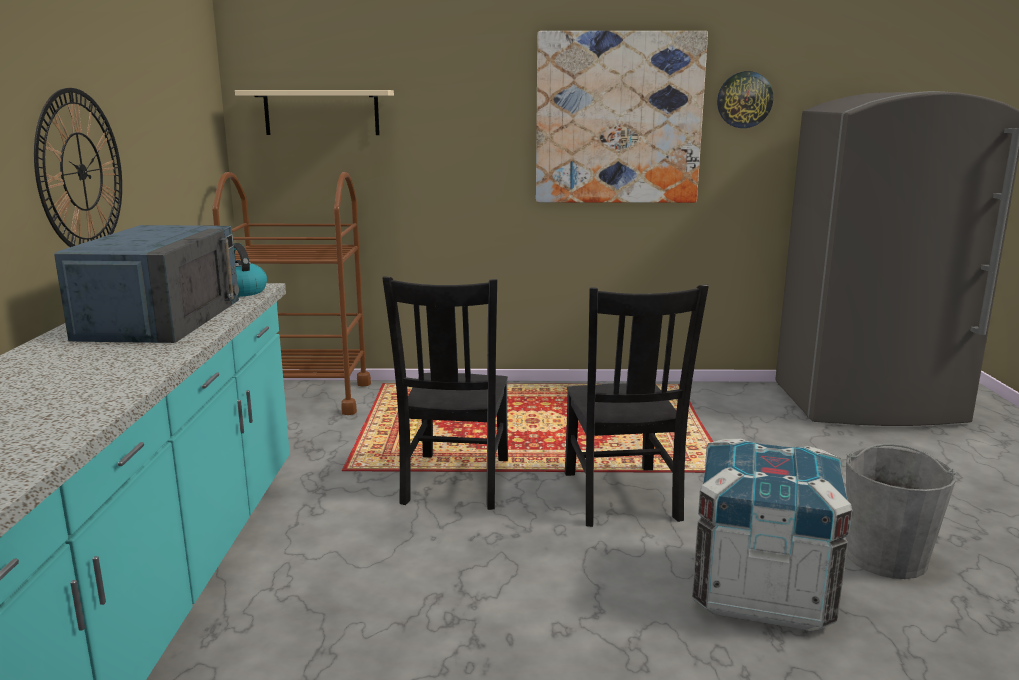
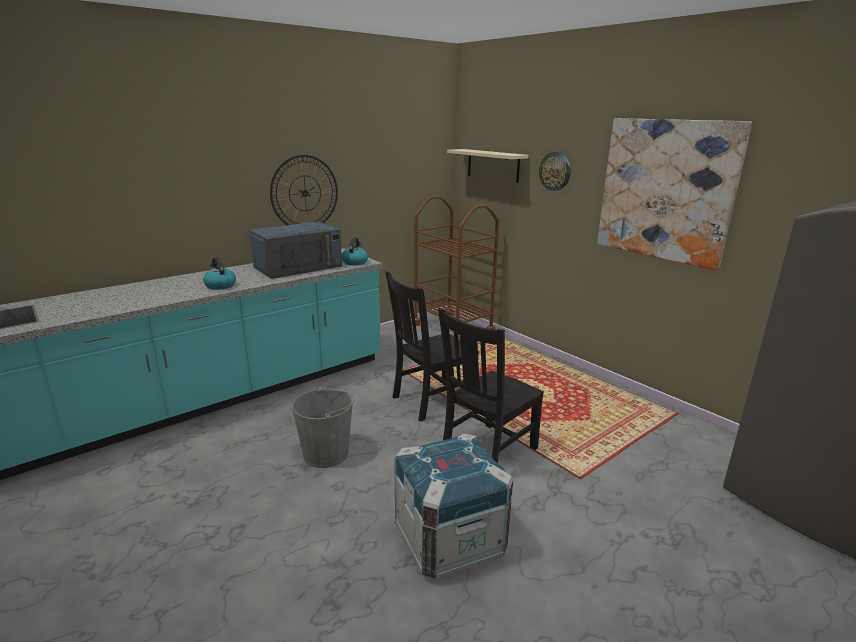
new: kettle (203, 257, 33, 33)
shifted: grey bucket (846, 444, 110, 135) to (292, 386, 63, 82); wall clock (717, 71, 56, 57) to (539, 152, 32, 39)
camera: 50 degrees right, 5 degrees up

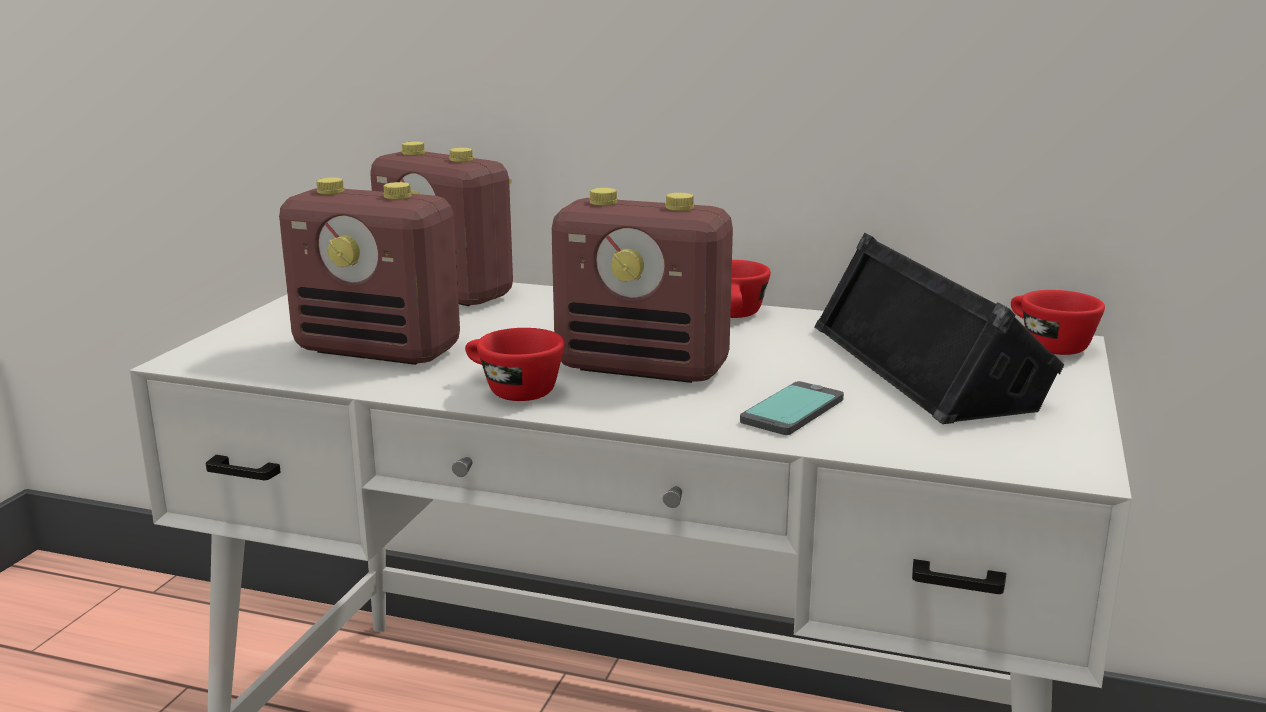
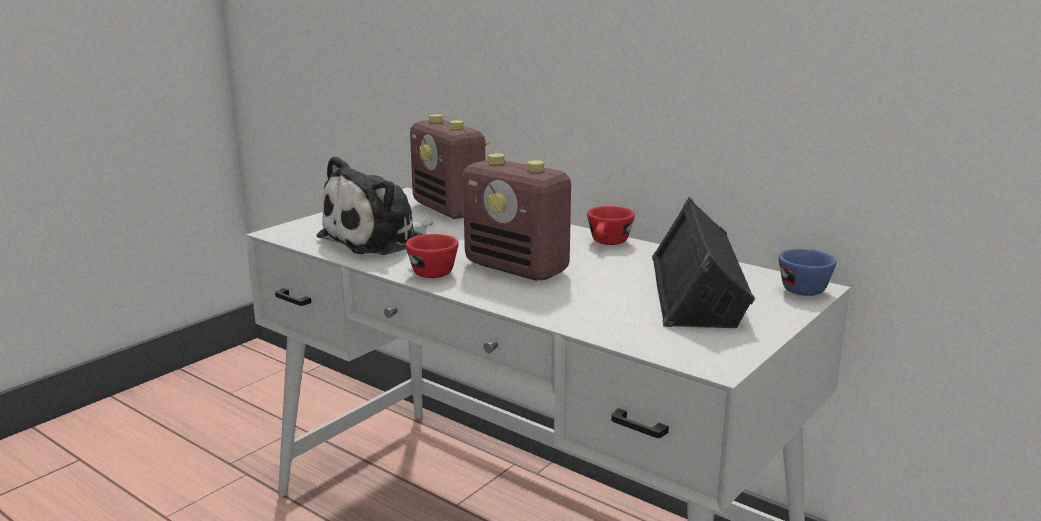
gone: phone (740, 381, 104, 54)
swapped: radio (279, 178, 181, 187) to plush toy (316, 156, 117, 99)
repainted: red cup (1011, 290, 94, 65) to blue cup (778, 249, 59, 47)
camera: 20 degrees right, 0 degrees up

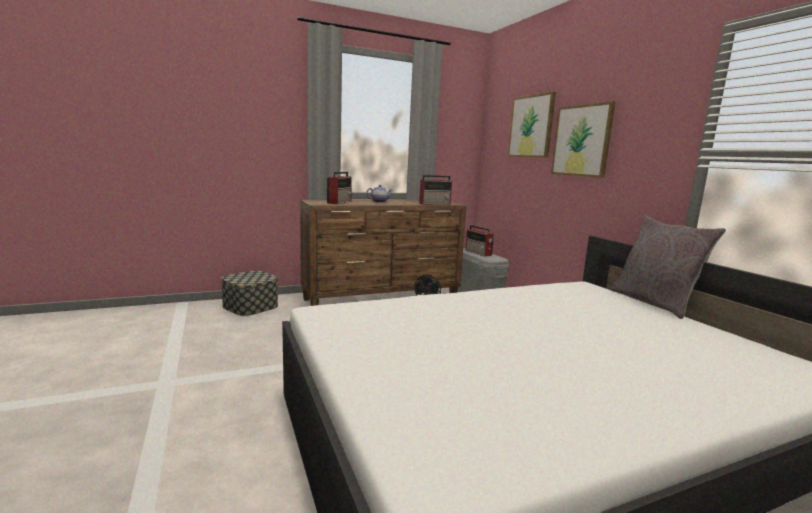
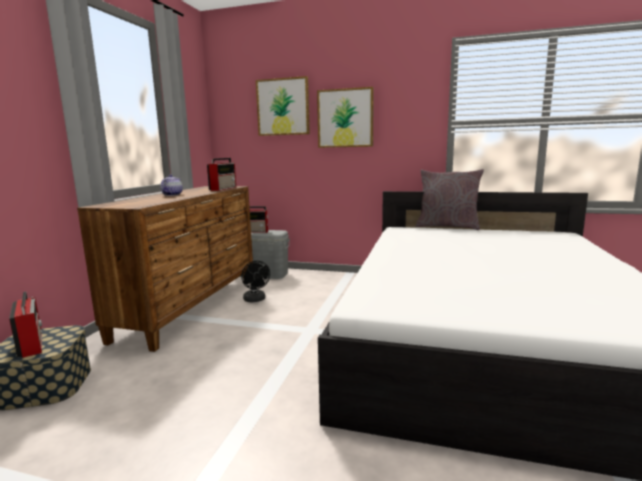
shifted: radio (327, 172, 25, 32) to (9, 292, 33, 66)
camera: 50 degrees left, 0 degrees up

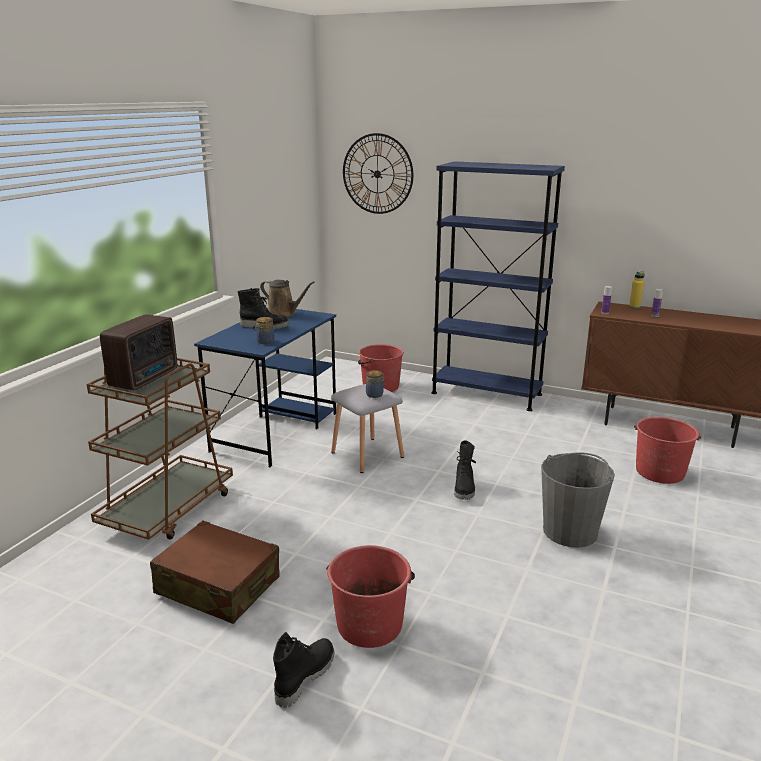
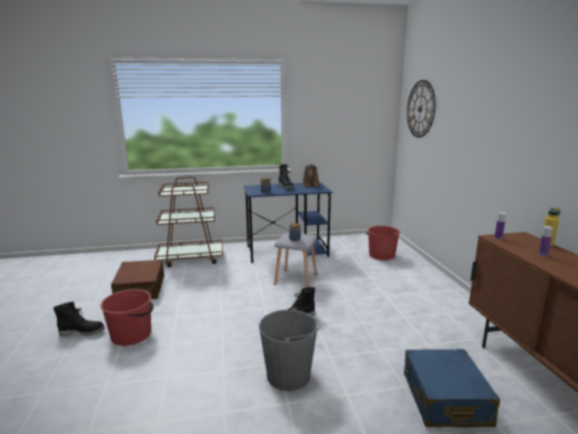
gone: radio (100, 314, 77, 76); blue bookcase (431, 161, 134, 250)
swapped: red bucket (634, 417, 67, 67) to blue suitcase (404, 349, 96, 78)
camera: 55 degrees right, 5 degrees down

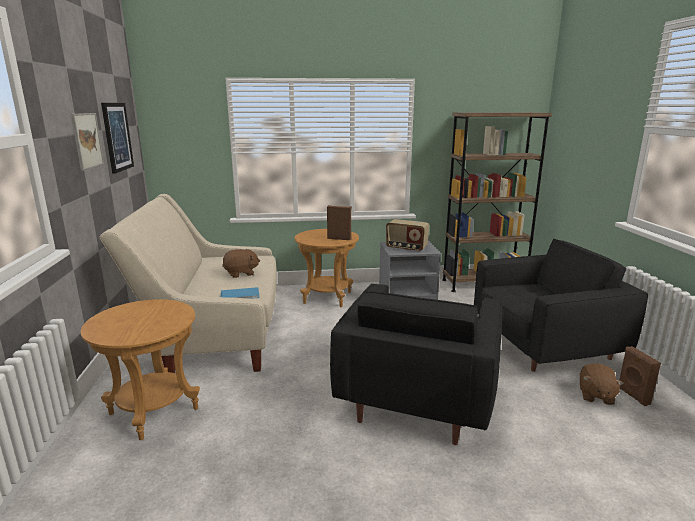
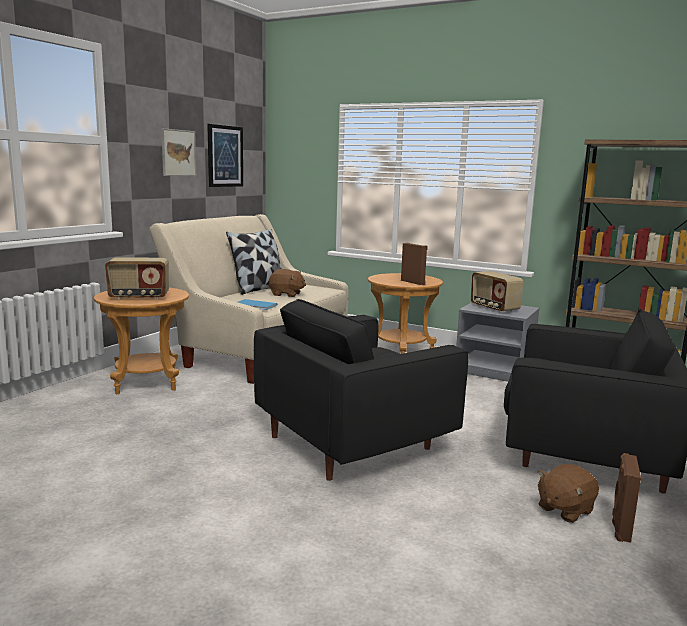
new: radio (105, 257, 64, 43); pillow (226, 229, 56, 66)
camera: 35 degrees right, 5 degrees down

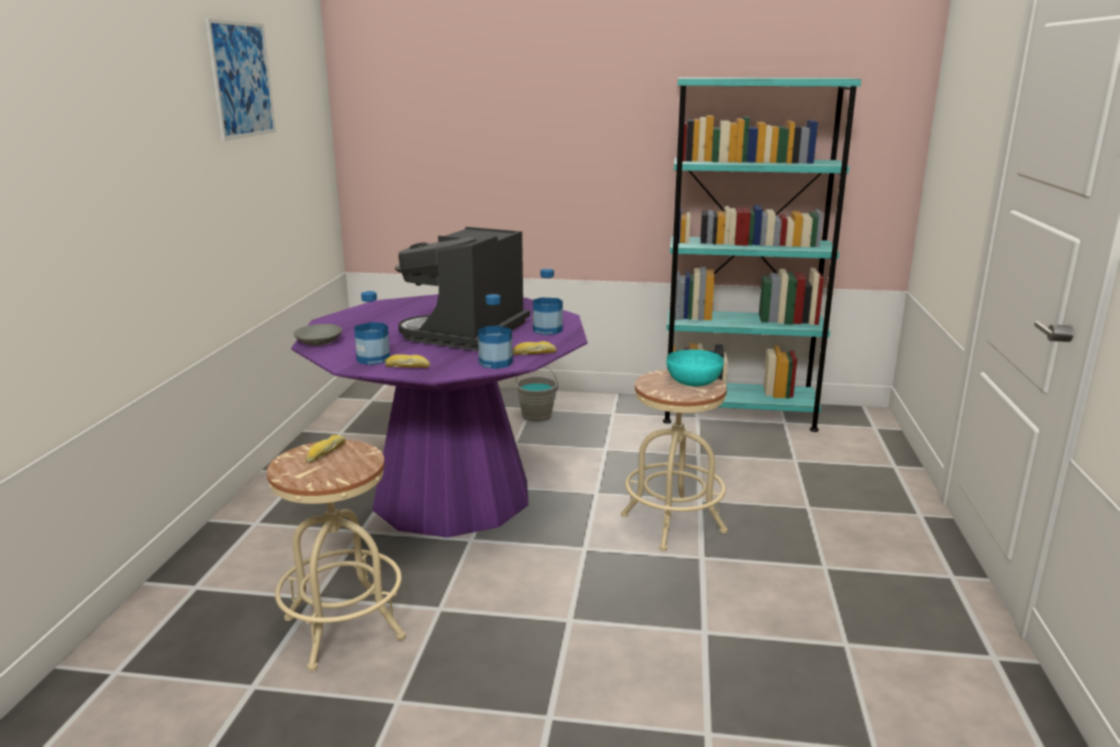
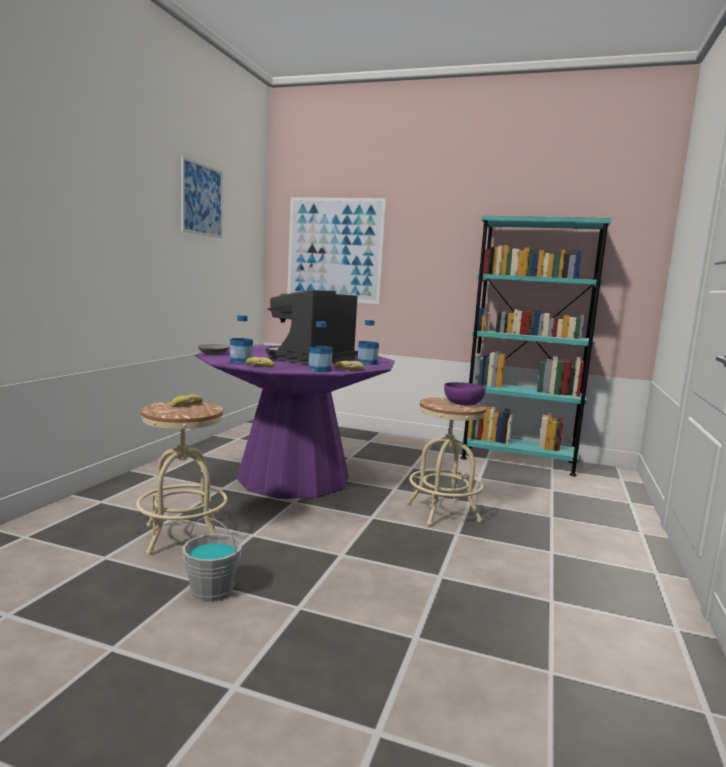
new: picture (287, 197, 99, 107)
shifted: grey bucket (516, 366, 42, 56) to (182, 517, 60, 85)
repainted: turquoise bowl (666, 350, 58, 36) to purple bowl (444, 382, 42, 23)
camera: 10 degrees right, 10 degrees down

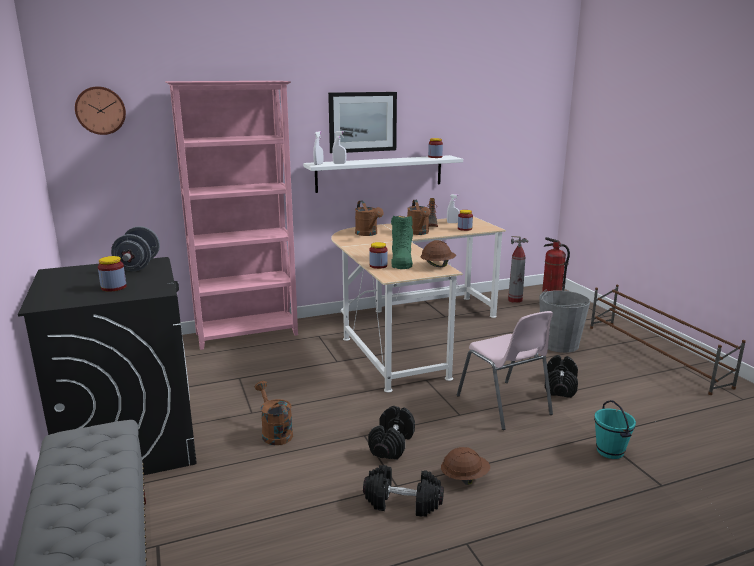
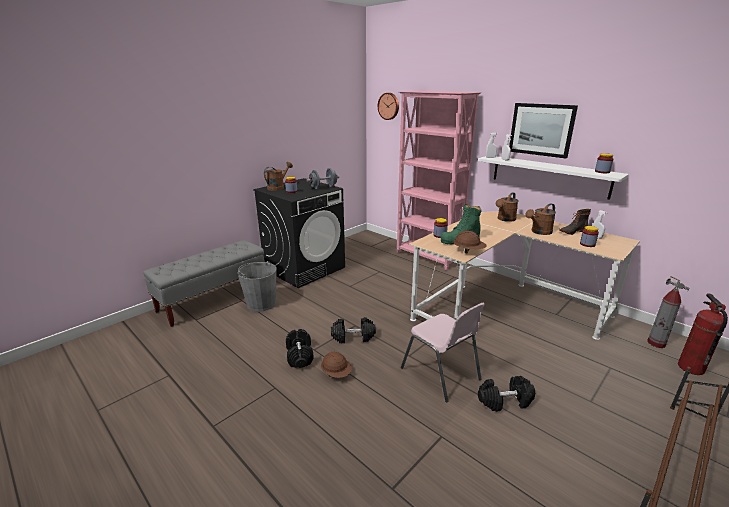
gone: turquoise bucket (594, 400, 42, 59)
shifted: grey bucket (539, 290, 51, 63) to (237, 261, 40, 51); brown watering can (255, 381, 38, 64) to (264, 162, 29, 29)
rotated: pink chair (457, 311, 96, 119) = (401, 303, 84, 99) 75 degrees counterclockwise
camera: 65 degrees right, 5 degrees up

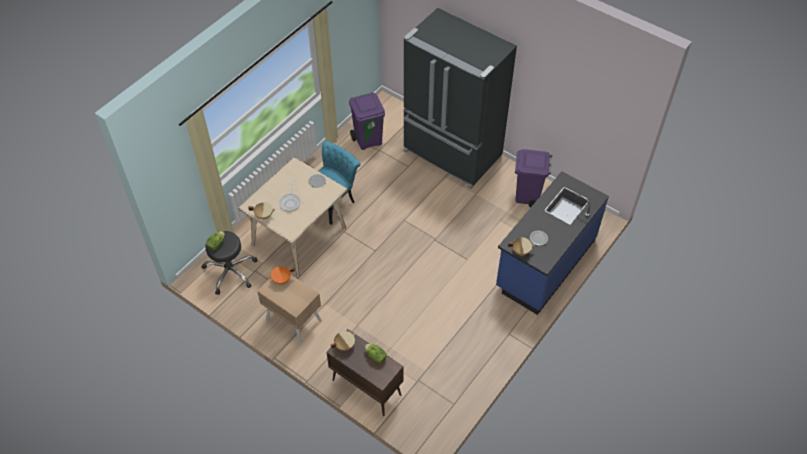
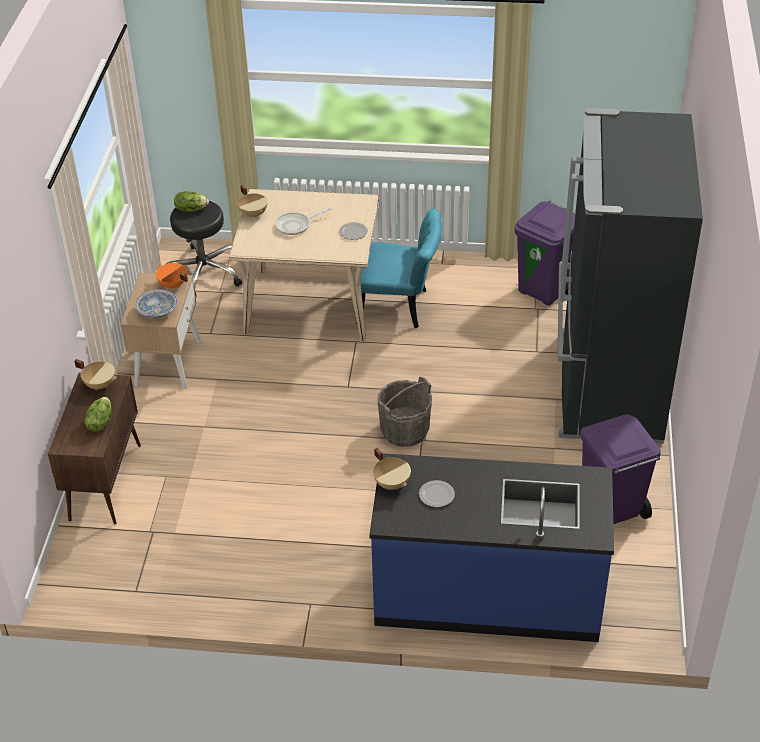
new: bowl (135, 289, 42, 29); grey bucket (377, 376, 55, 71)
camera: 60 degrees right, 10 degrees down

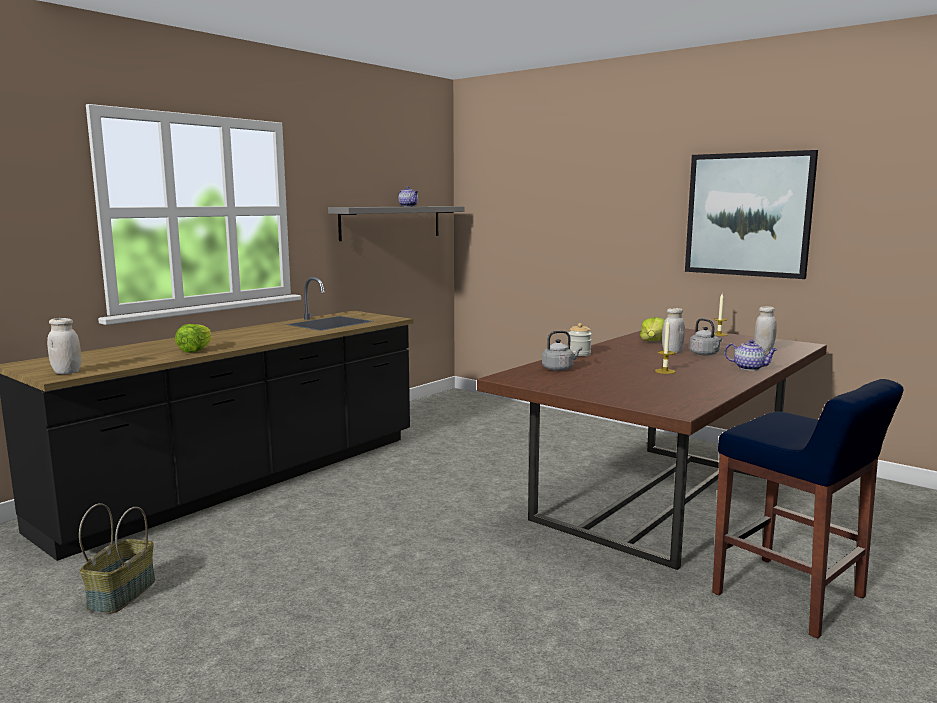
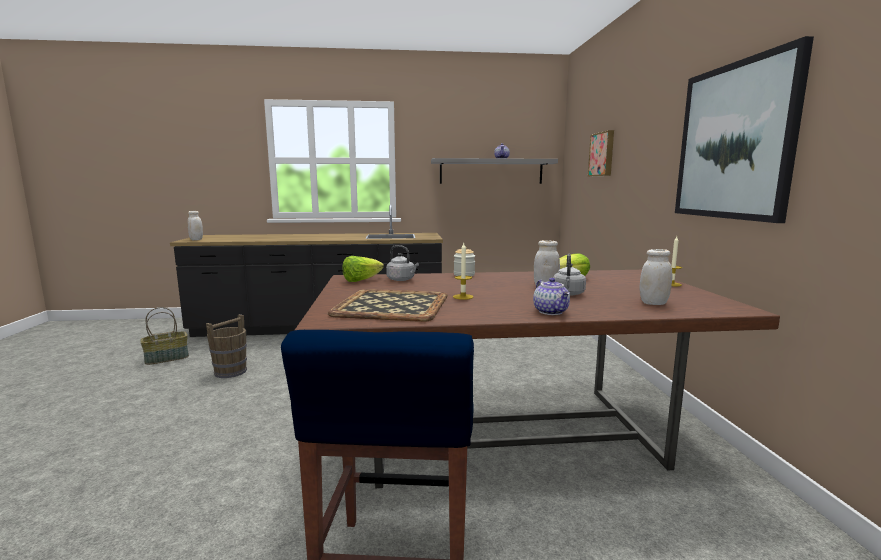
new: brown bucket (206, 314, 41, 64); tray (328, 289, 120, 33); picture (588, 130, 26, 47)
shifted: lettuce (175, 324, 36, 29) to (342, 256, 42, 26)
camera: 45 degrees right, 0 degrees up

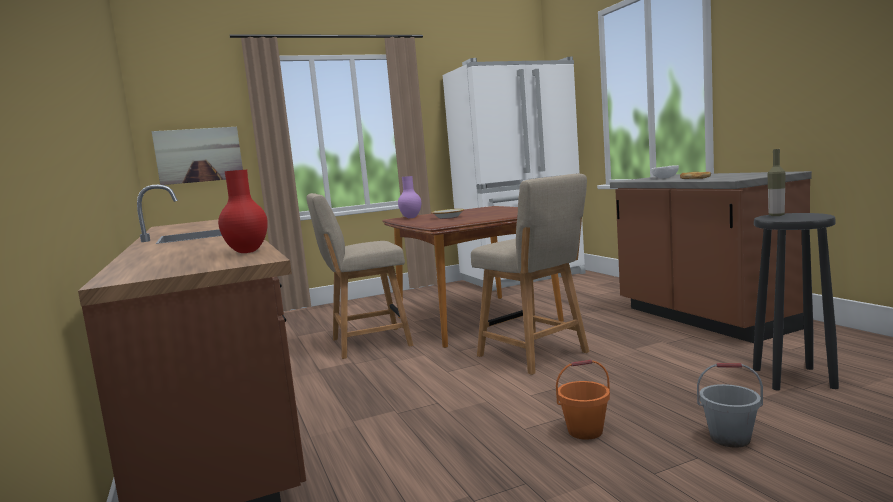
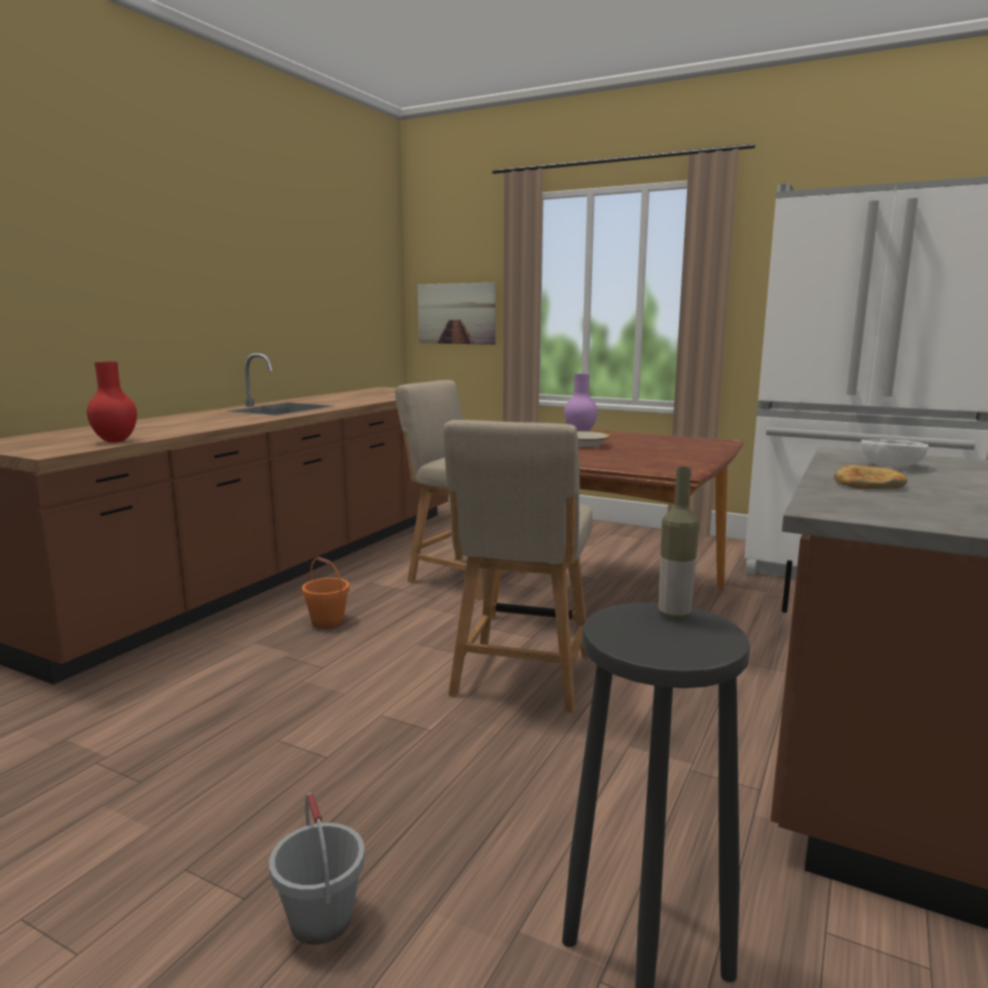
shifted: orange bucket (556, 360, 54, 80) to (302, 557, 48, 72)
camera: 50 degrees right, 5 degrees up

